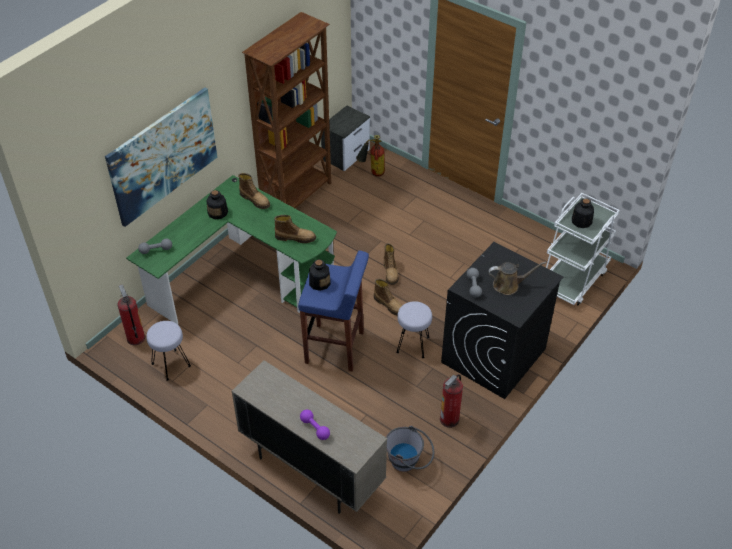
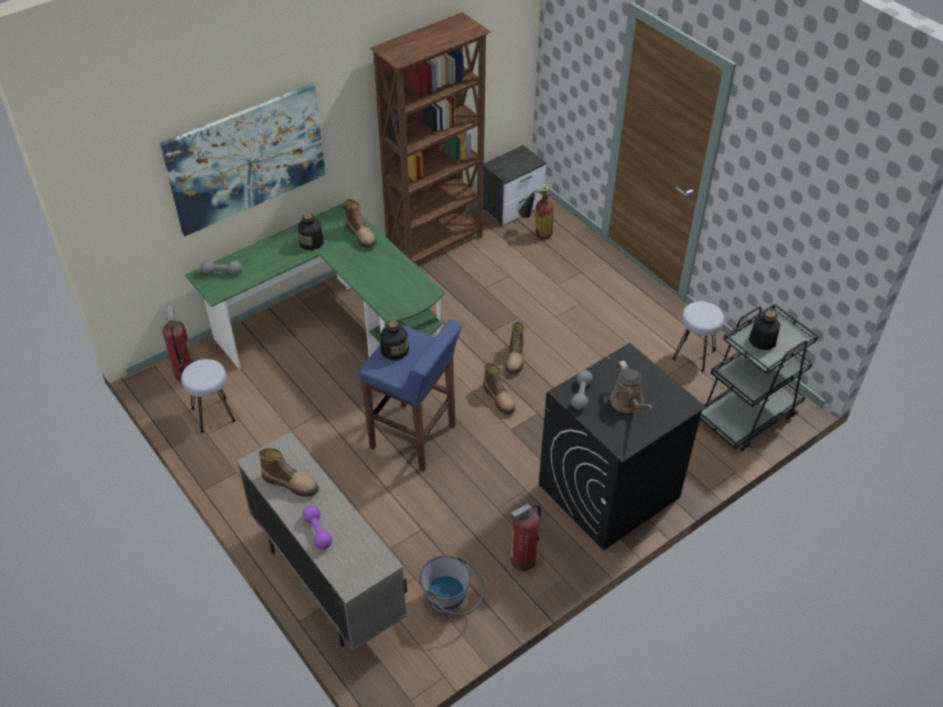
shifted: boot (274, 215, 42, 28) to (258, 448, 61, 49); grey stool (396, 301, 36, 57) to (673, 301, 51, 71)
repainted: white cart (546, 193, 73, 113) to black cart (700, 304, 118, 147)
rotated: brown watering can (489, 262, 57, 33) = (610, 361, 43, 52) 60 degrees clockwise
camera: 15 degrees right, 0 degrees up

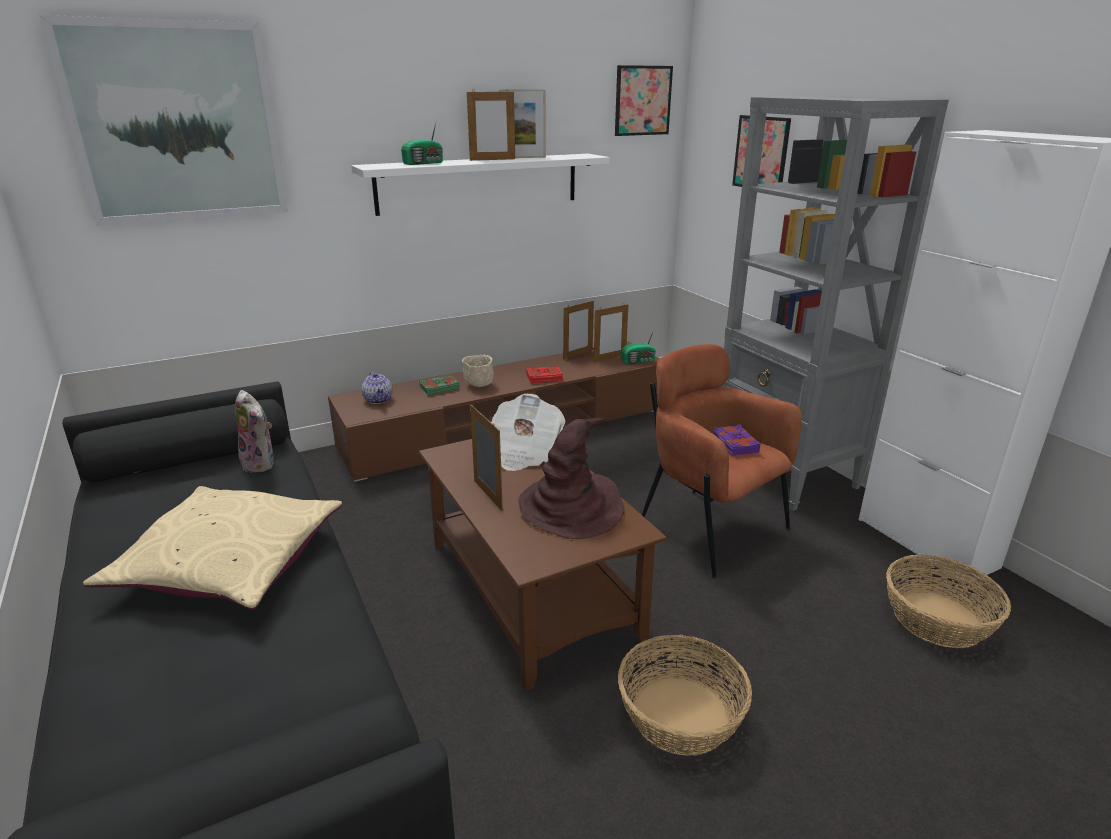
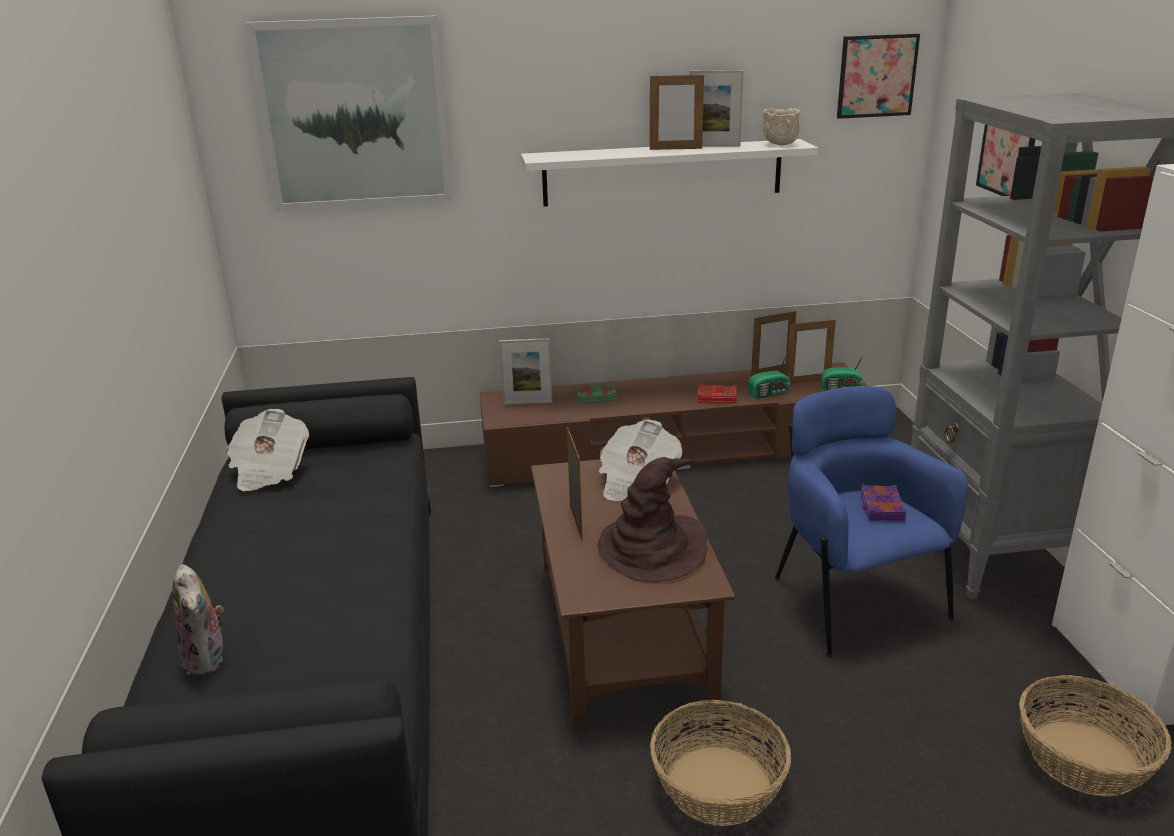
gone: beige pillow (83, 486, 259, 124)
new: newspaper (227, 409, 82, 82)
shifted: plush toy (235, 390, 39, 83) to (172, 564, 52, 111); radio (401, 123, 42, 42) to (748, 353, 42, 46); beige bowl (462, 355, 32, 32) to (763, 108, 37, 38)
swapped: teapot (362, 371, 31, 33) to picture frame (499, 338, 53, 67)
repainted: brown armchair (642, 344, 160, 234) to blue armchair (775, 386, 193, 271)
camera: 20 degrees right, 0 degrees up

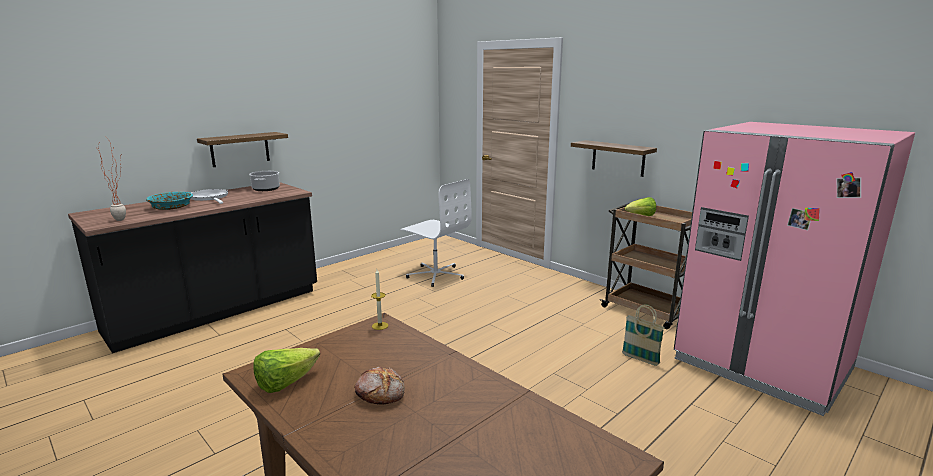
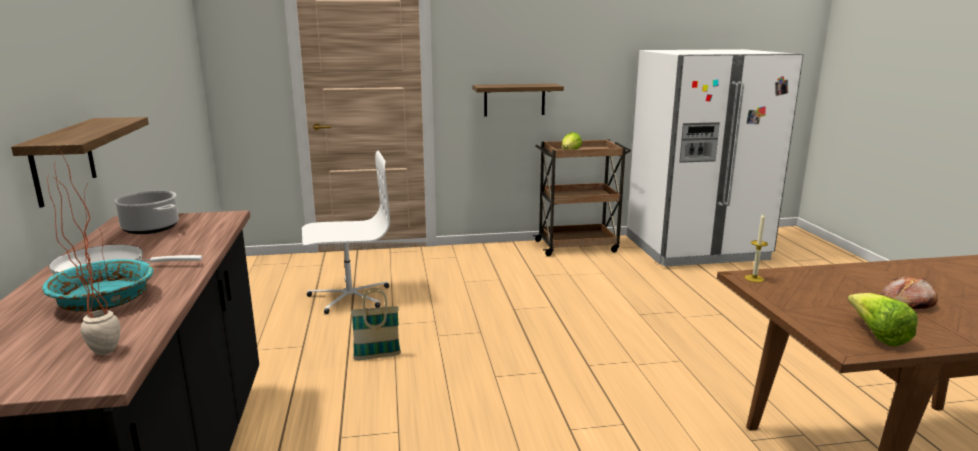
shifted: basket (622, 304, 43, 62) to (351, 288, 50, 72)
repainted: pink fridge (674, 122, 241, 294) to white fridge (626, 49, 178, 218)
camera: 55 degrees left, 0 degrees up

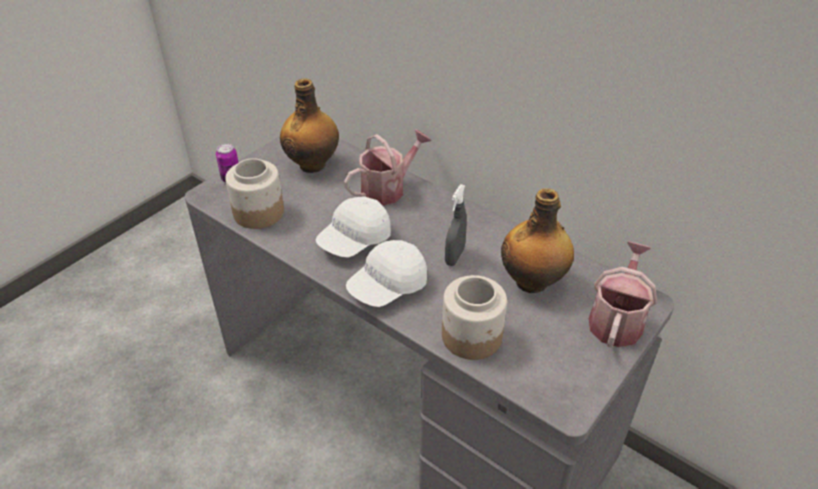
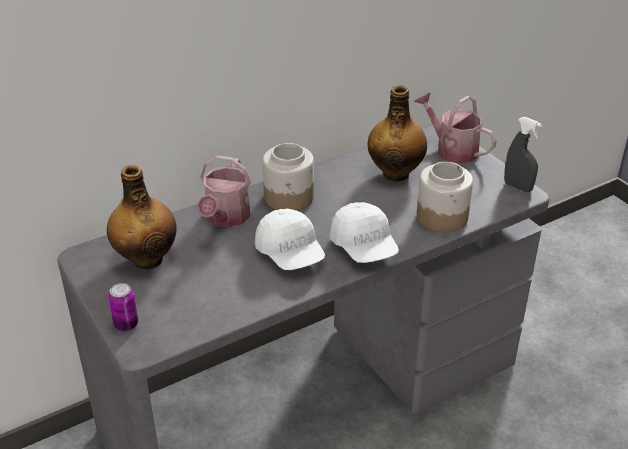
shifted: jar (225, 158, 59, 71) to (263, 143, 51, 68); grey spray bottle (445, 184, 22, 82) to (504, 117, 38, 75)
rotated: watering can (344, 129, 88, 77) = (197, 156, 54, 71) 150 degrees counterclockwise
camera: 70 degrees left, 5 degrees down

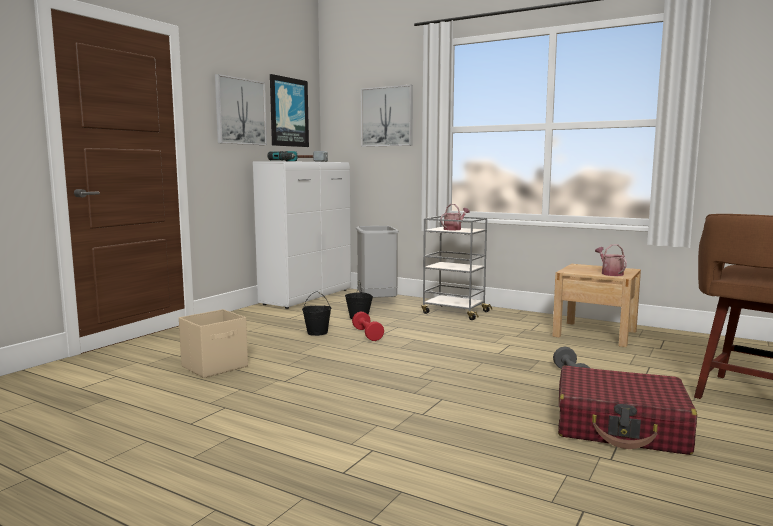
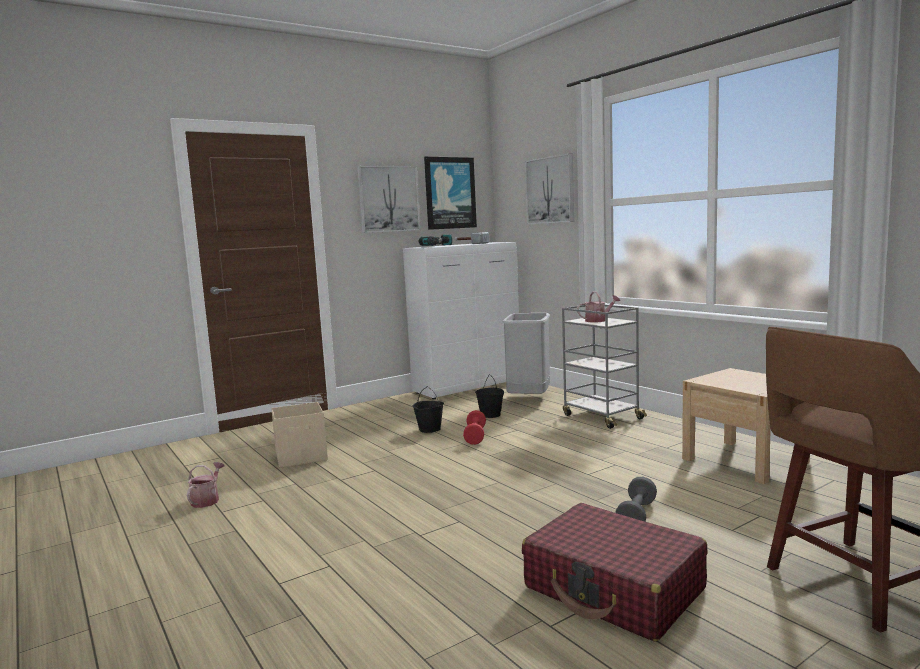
shifted: watering can (595, 244, 32, 32) to (187, 462, 37, 46)
camera: 25 degrees right, 0 degrees up

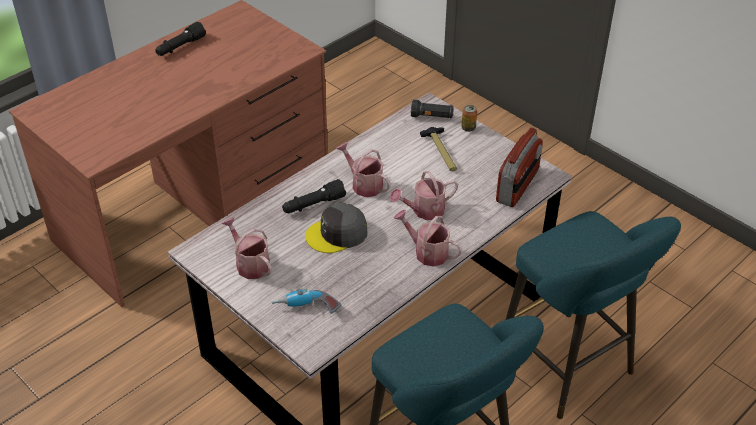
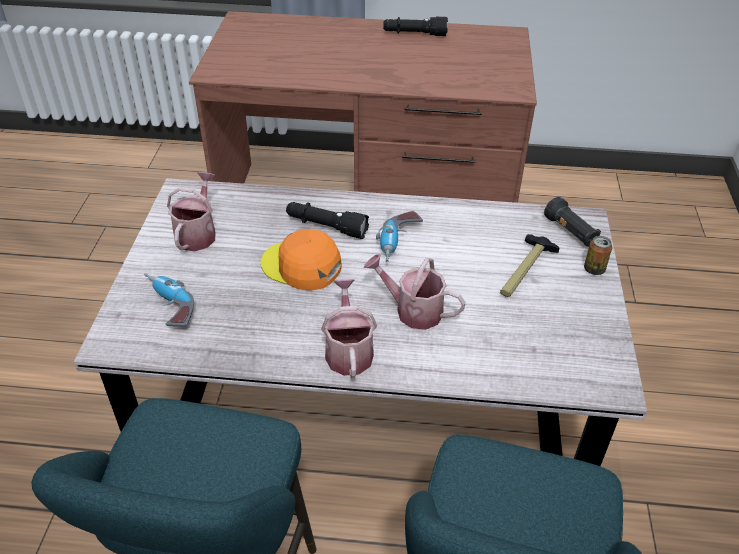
gone: radio (496, 128, 47, 79)
swapped: watering can (336, 142, 55, 55) to power drill (376, 211, 47, 51)
repainted: grey cap (305, 203, 63, 50) to orange cap (261, 229, 81, 62)
camera: 50 degrees right, 0 degrees up

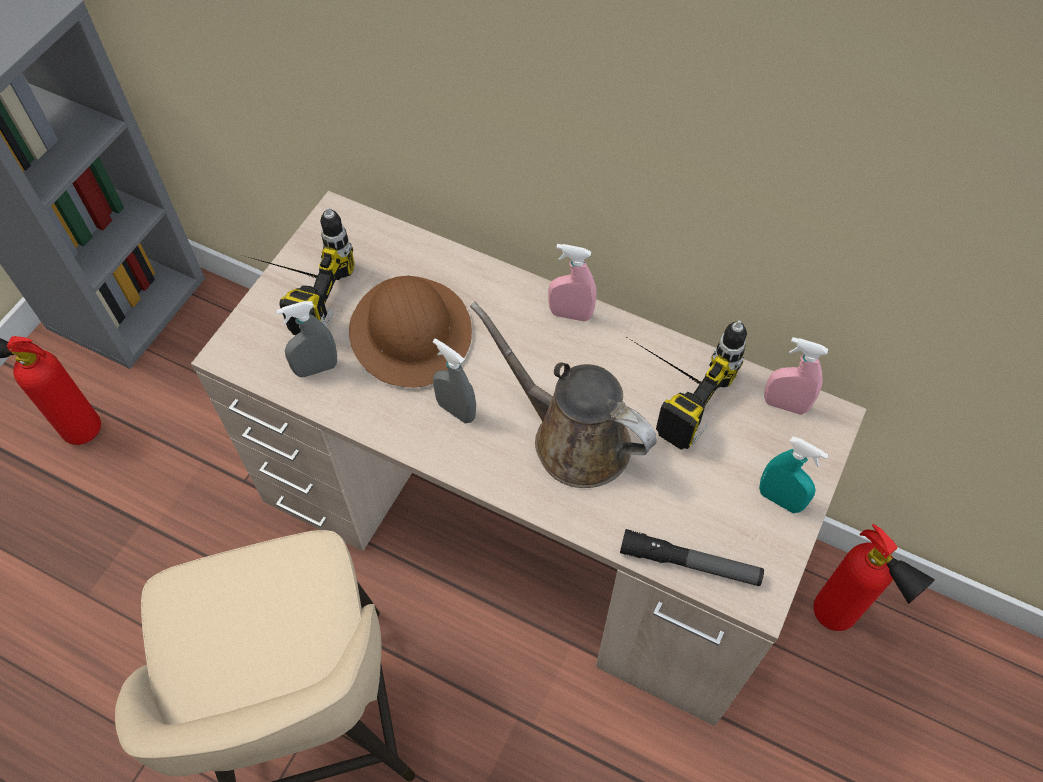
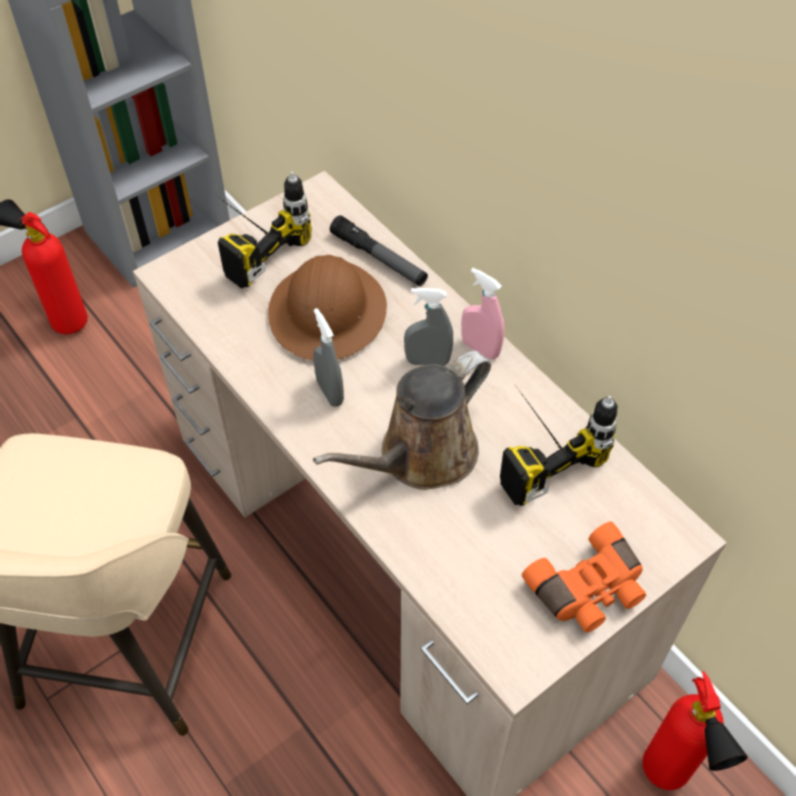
gone: pink spray bottle (764, 337, 64, 78)
shifted: flashlight (620, 529, 144, 57) to (330, 215, 98, 71); grey spray bottle (276, 301, 61, 76) to (404, 288, 49, 78)
swapped: turquoise spray bottle (759, 436, 69, 77) to orange binoculars (522, 522, 124, 111)
rotated: brown watering can (470, 302, 187, 186) = (313, 351, 178, 139) 105 degrees counterclockwise
camera: 25 degrees right, 5 degrees down

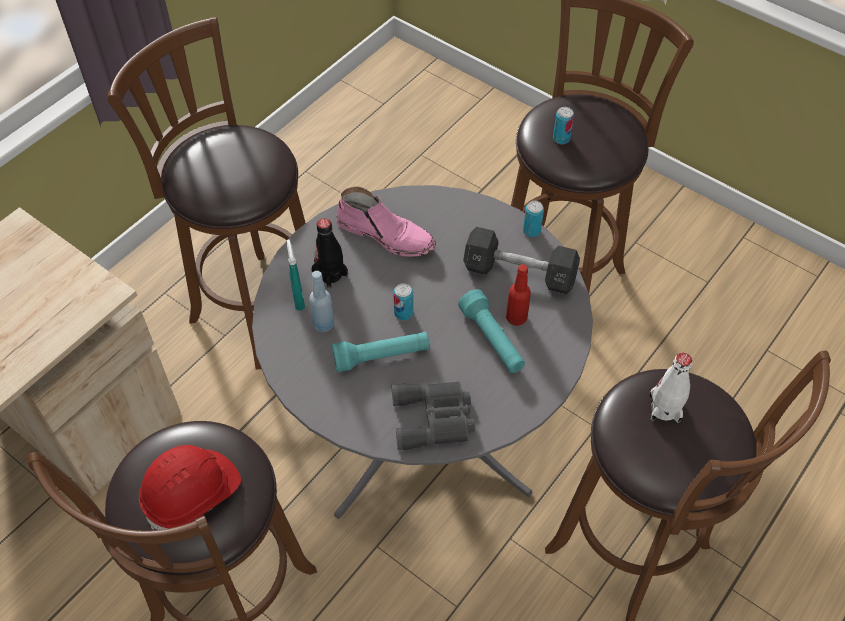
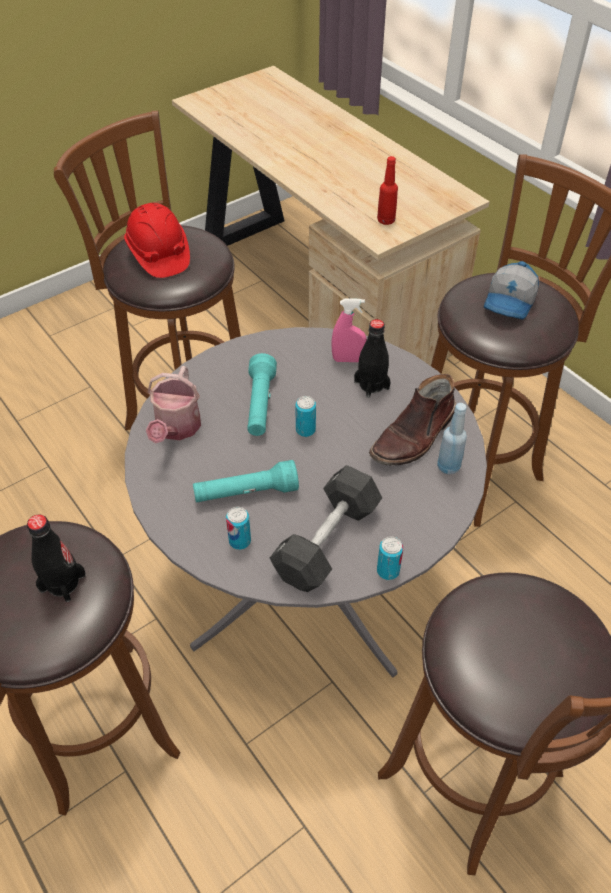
new: cap (484, 261, 55, 58)
shifted: can (553, 107, 21, 37) to (226, 507, 25, 43); red bottle (506, 264, 25, 62) to (377, 156, 21, 69); blue bottle (309, 271, 25, 61) to (437, 403, 30, 71)
swapped: grey binoculars (391, 382, 84, 68) to watering can (146, 366, 55, 77)
repainted: white bottle (649, 353, 43, 70) to black bottle (27, 514, 59, 88); turquoise spray bottle (287, 239, 18, 72) to pink spray bottle (332, 299, 35, 63); pink boot (336, 187, 100, 70) to brown boot (369, 374, 87, 92)
camera: 105 degrees right, 5 degrees down

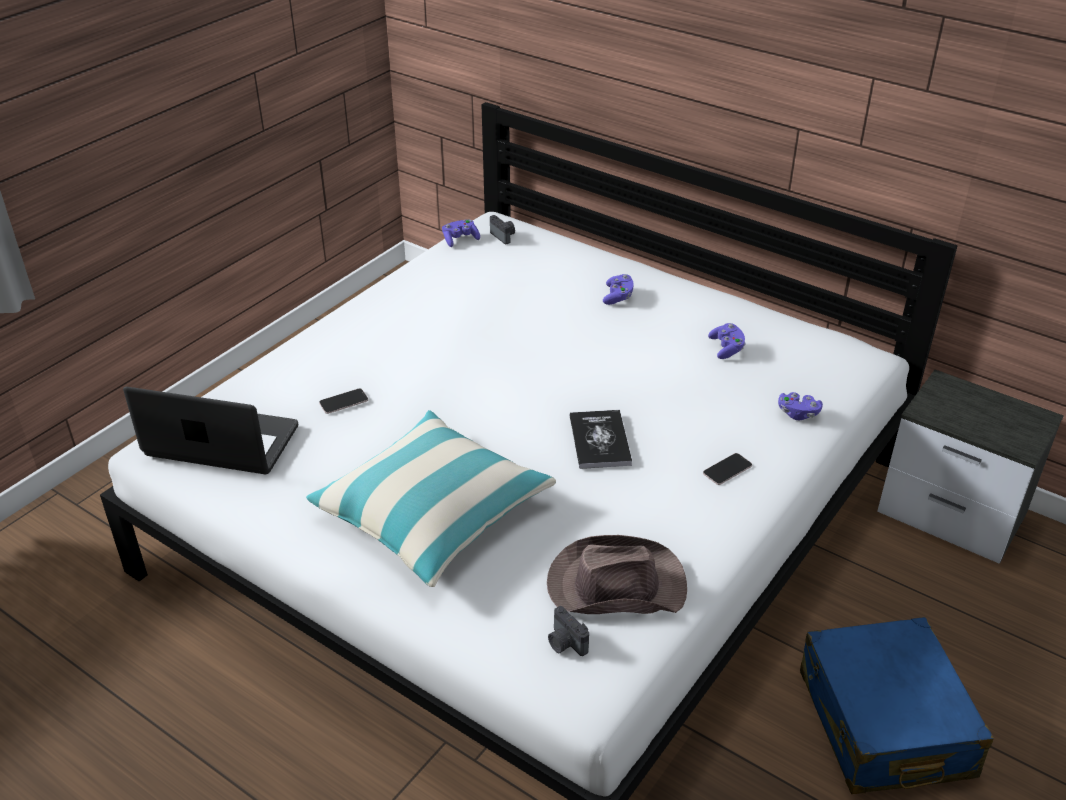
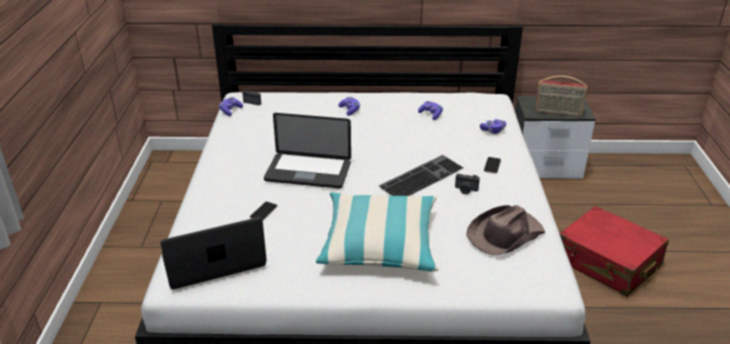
new: laptop (264, 113, 87, 75); radio (535, 76, 53, 40)
shifted: photo camera (548, 606, 41, 50) to (455, 174, 25, 20)
swapped: book (570, 410, 62, 59) to keyboard (379, 155, 84, 41)
repainted: blue suitcase (800, 617, 194, 177) to red suitcase (560, 206, 109, 91)
camera: 35 degrees left, 5 degrees down

